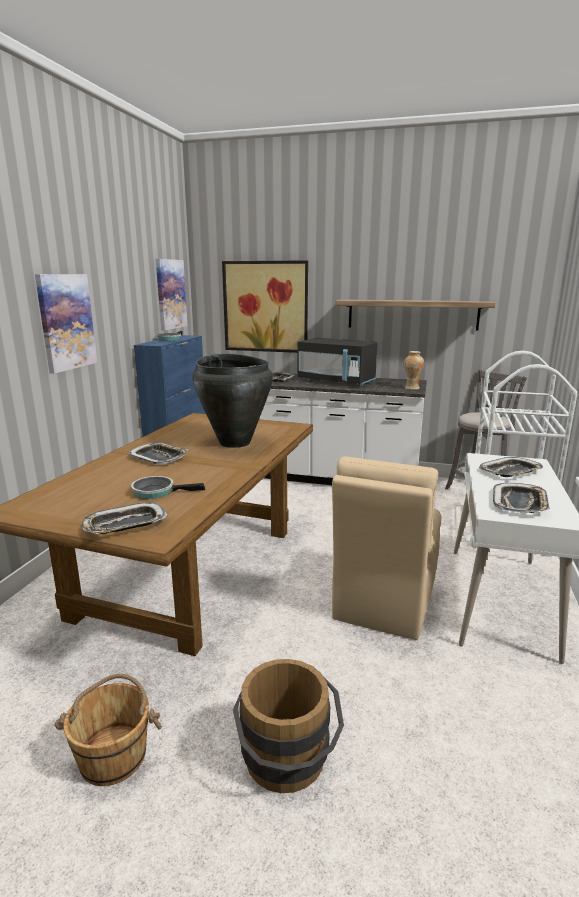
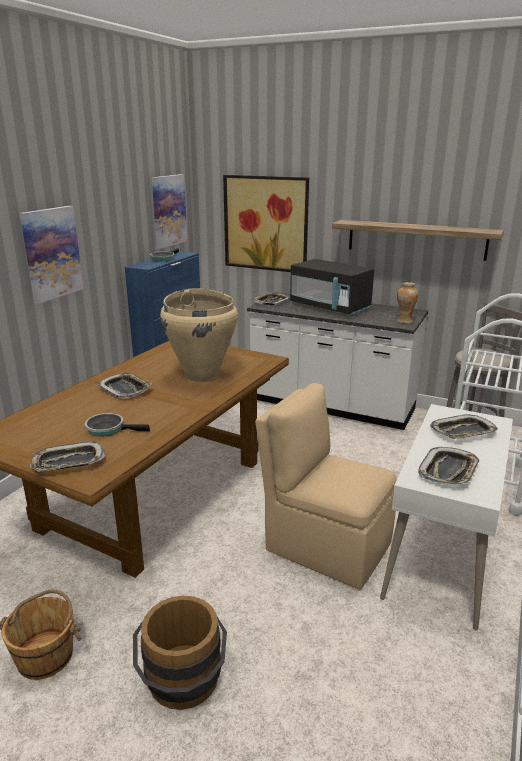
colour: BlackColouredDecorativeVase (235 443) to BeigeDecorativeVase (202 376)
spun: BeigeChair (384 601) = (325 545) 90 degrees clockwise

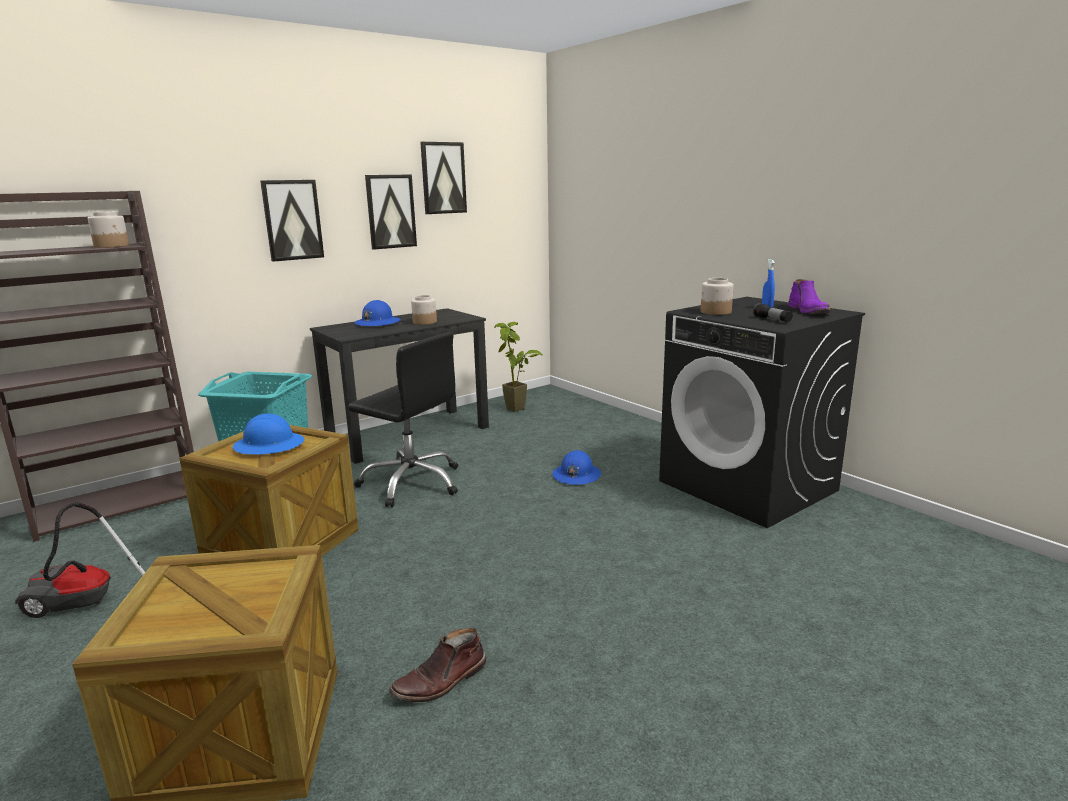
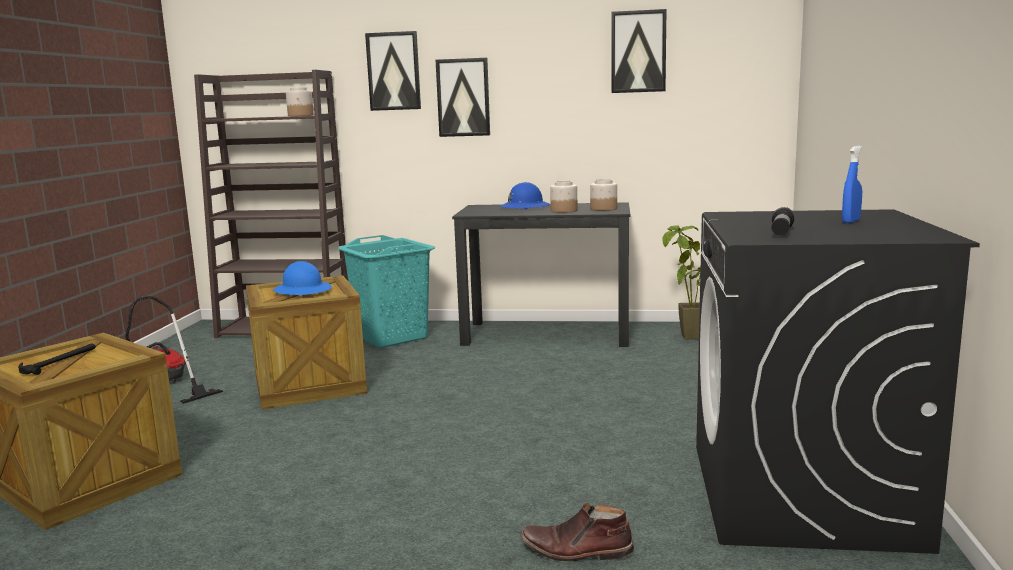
missing: PurplishTallBoot (809 311); BlackColouredDeskChair (412 483); BlueSafetyHelmet (576 475)
appeared: Hammer (59 361)
relocated: Picture (390 211) to (393 71); StorageJar (715 312) to (603 209); BrownColouredTallBoot (441 681) to (576 551)

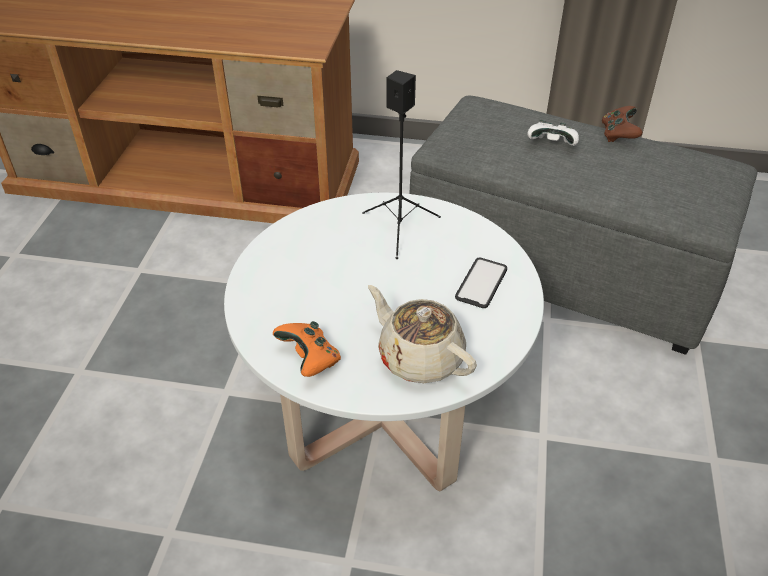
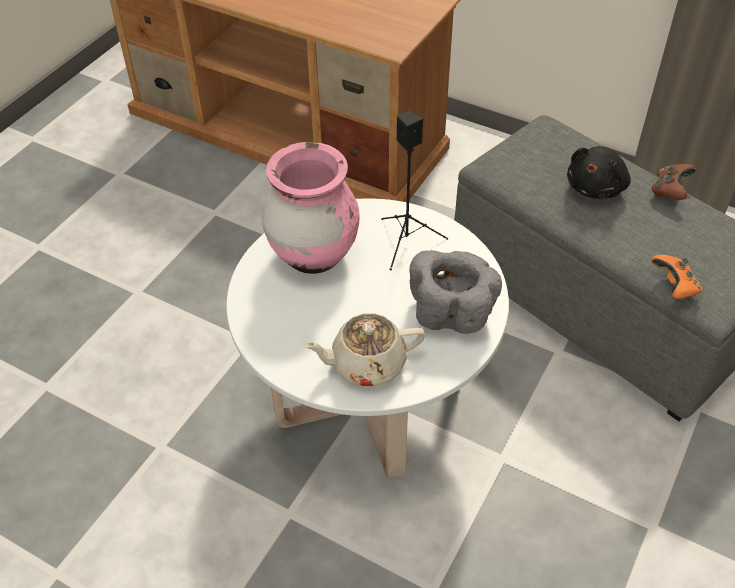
appeared: PinkishDecorativeVase (313 255)
relocated: OrangeyGamepad (310 360) to (674 286)
exchanged: WhitishGamepad (552 145) to BlackColouredCuddlyToy (596 187); Handset (481 283) to GrayBowl (452 311)
spun: BeigeTeapot (419 357) = (366 363) 75 degrees counterclockwise

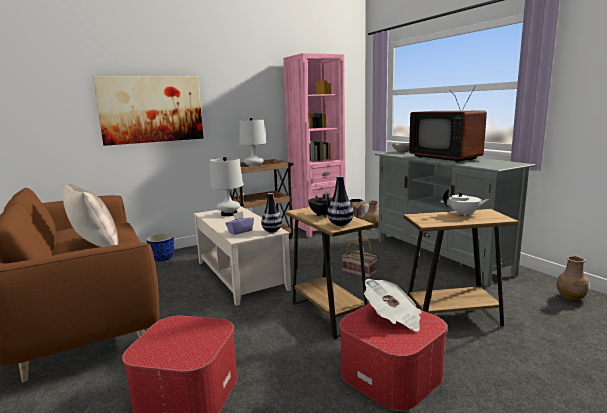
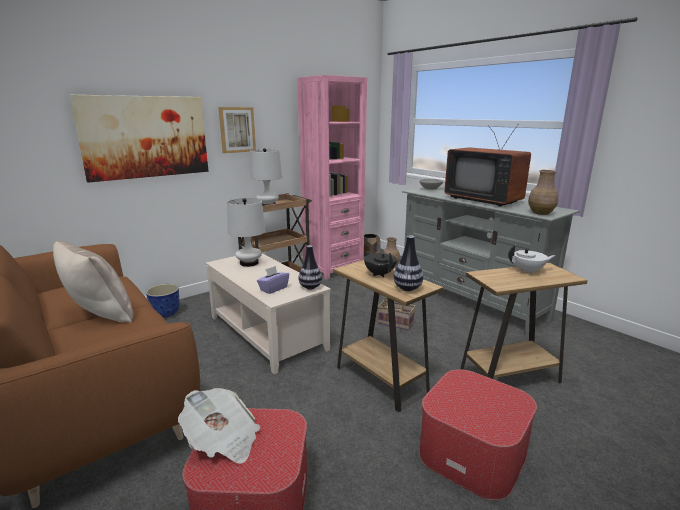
appeared: Picture (237 130)
relocated: BrownColouredDecorativeVase (571 298) to (541 213); DailyPaper (393 318) to (222 440)

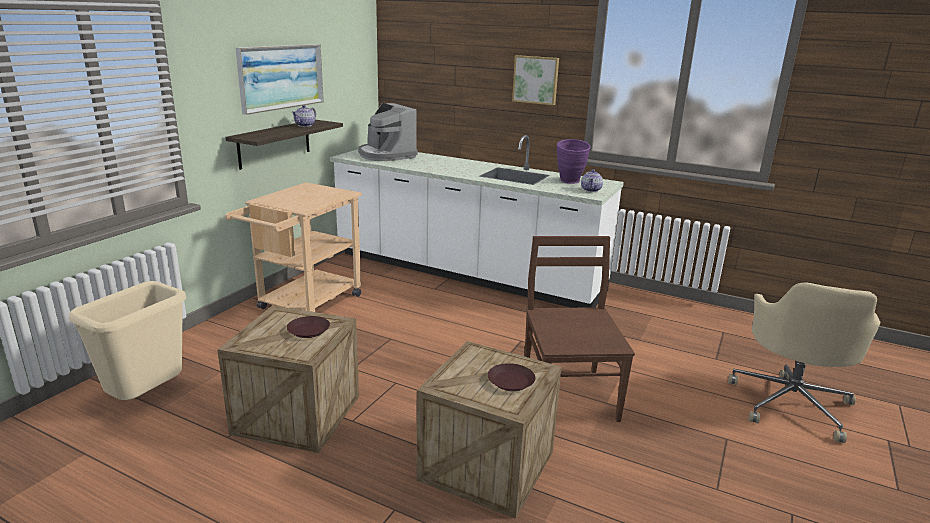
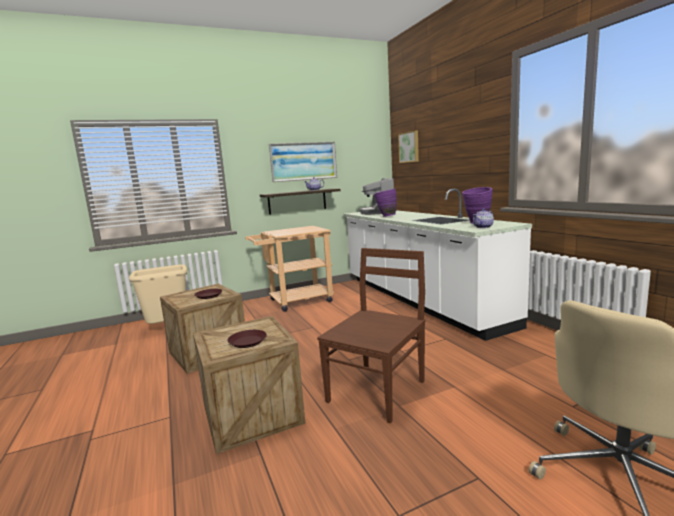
appeared: PurplishDecorativeVase (385 216)
relocated: Picture (536 80) to (409 147)

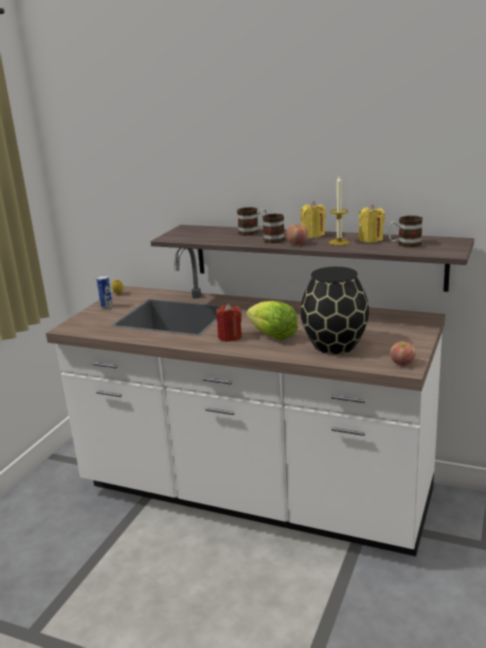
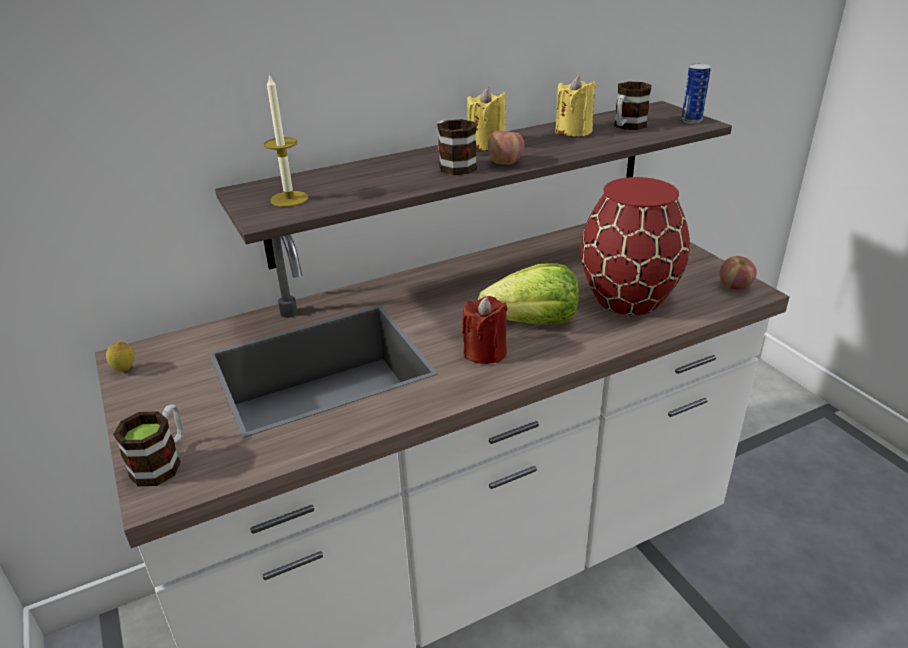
relocated: WaxLight (339 242) to (289 199); TeaMug (253 232) to (162 462); MetalCan (106 306) to (691 120)
colour: BlackColouredDecorativeVase (335 346) to RedColouredDecorativeVase (629 299)

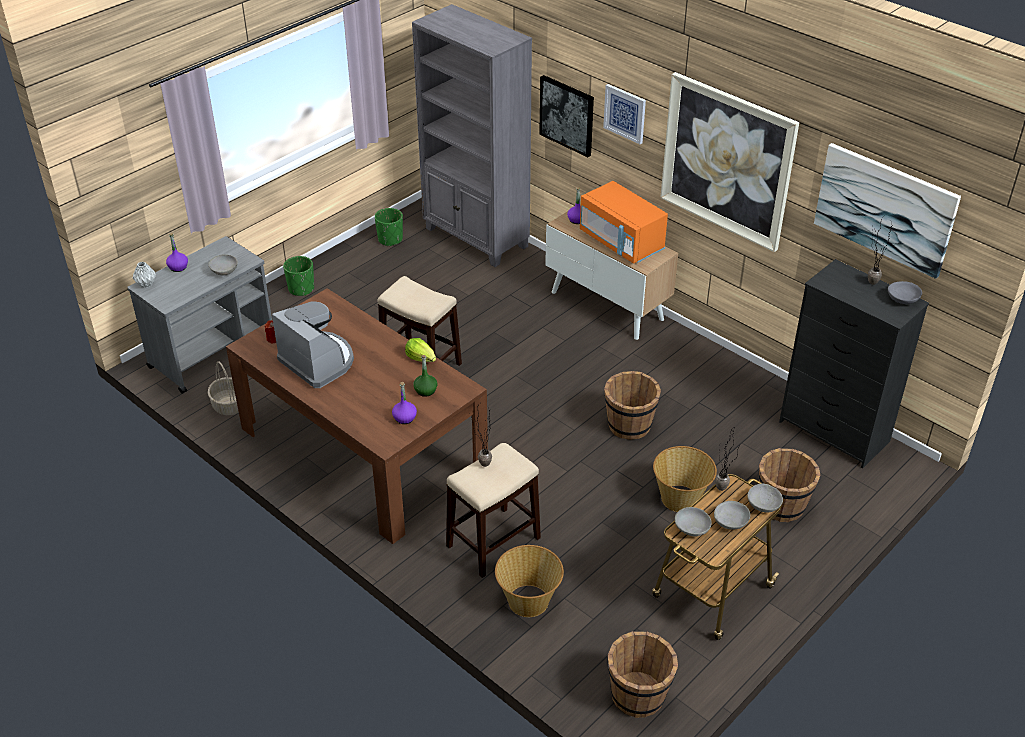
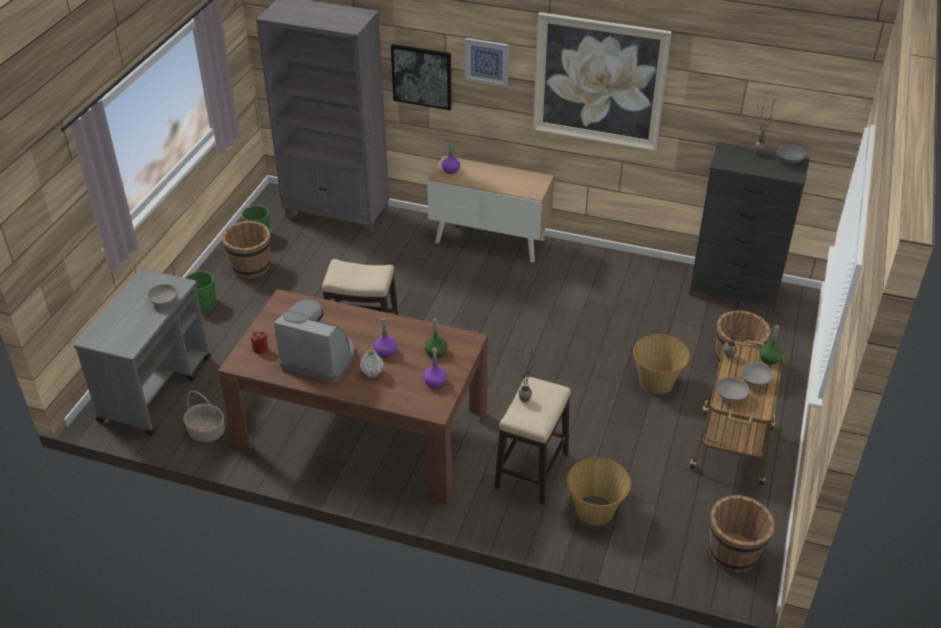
missing: Picture (885 209); OrangeyMicrowave (621 242); HeadOfLettuce (421 358)
relocated: PurplishBeverageBottle (178 267) to (385 352); GrayDecorativeVase (145 284) to (372 373); BrownColouredBucket (629 425) to (251 268)
exchanged: GrayBowl (763 505) to GreenBeverageBottle (769 359)

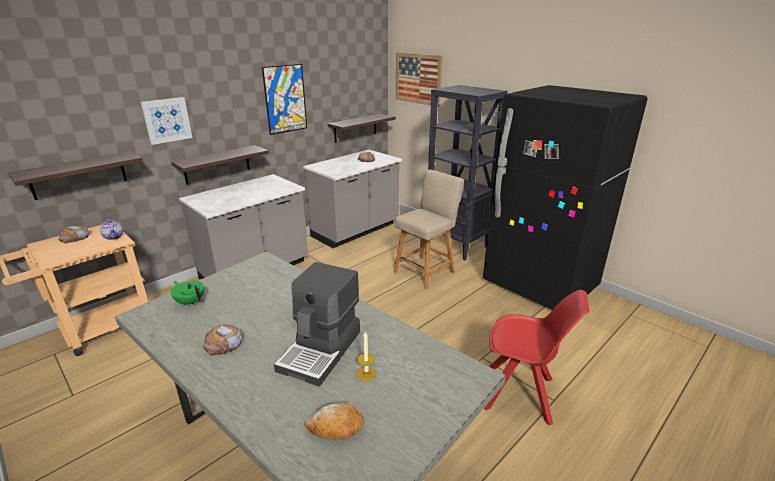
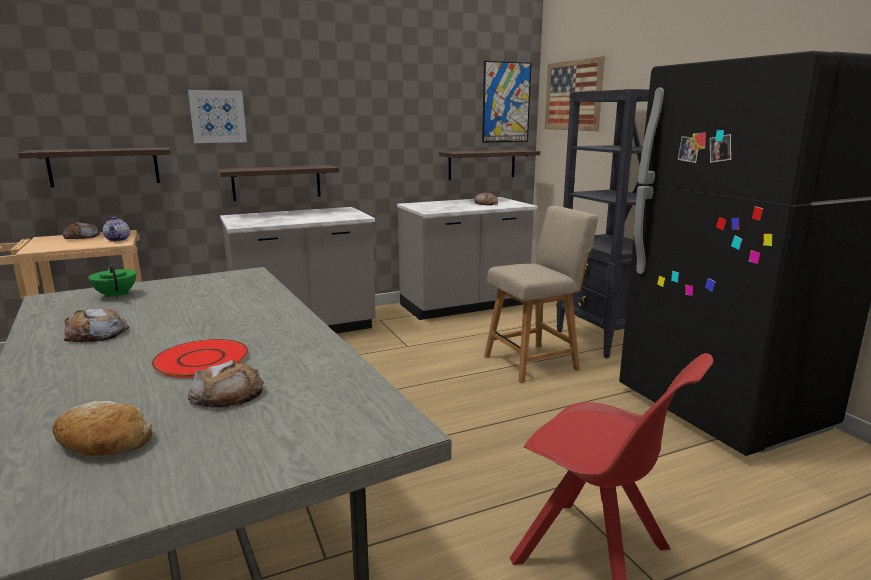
relocated: Picture (285 99) to (506 102)
exchanged: CoffeeBrewer (321 350) to RedColouredFlatDish (202 360); WaxLight (366 374) to Bread (227 394)

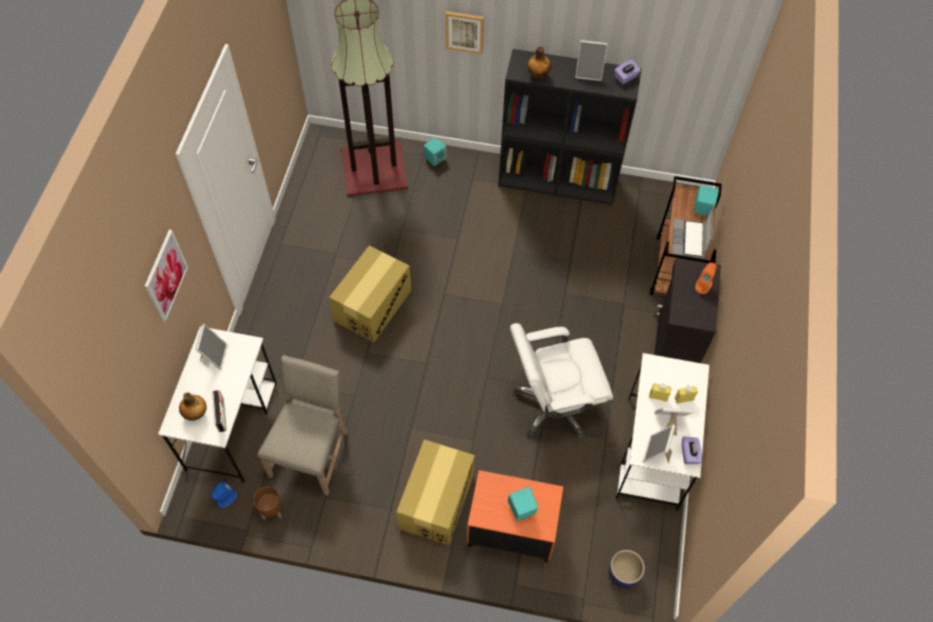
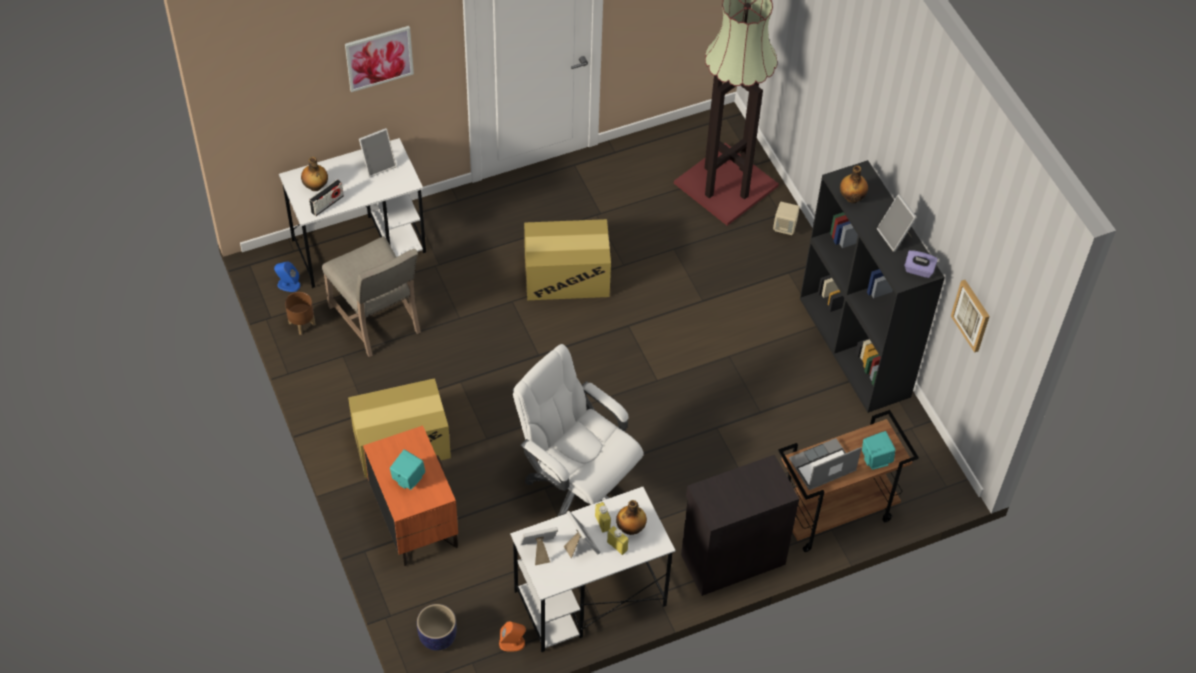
missing: PurplishTissueBox (689 454)
appeared: BeverageBottle (631 528)
relocated: Picture (464 31) to (971 315); OrangeySpeaker (703 284) to (512 643)
colour: TurquoiseColouredSpeaker (435 158) to BeigeSpeaker (785 227)
spun: BeigeChair (312 452) = (378 320) 75 degrees clockwise

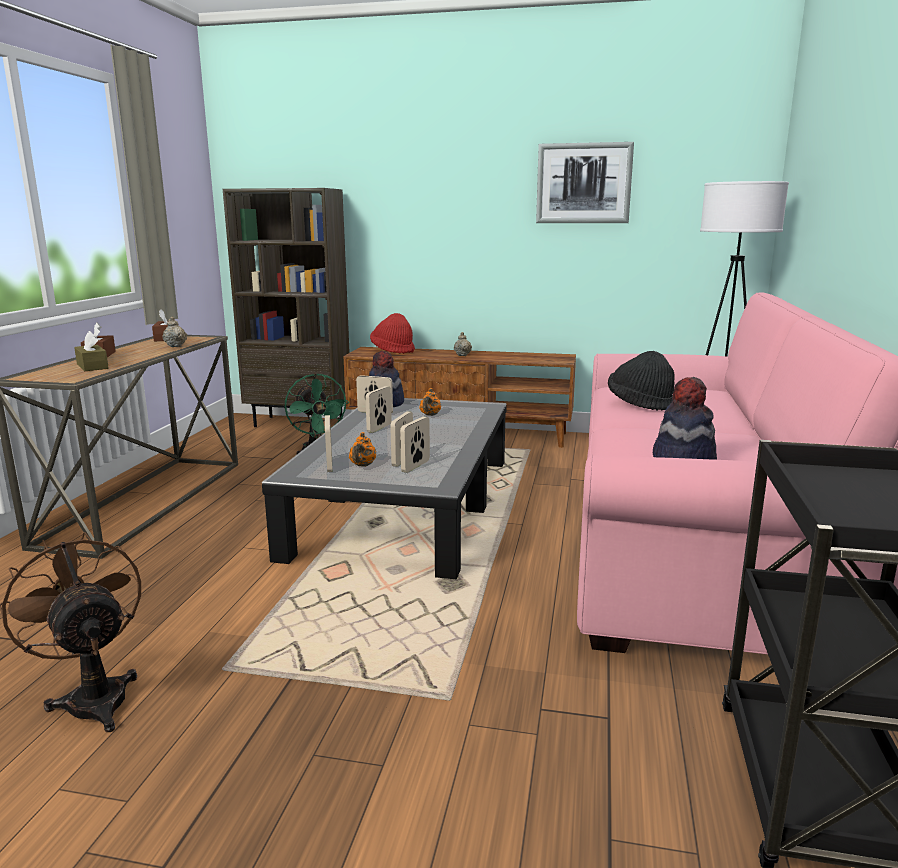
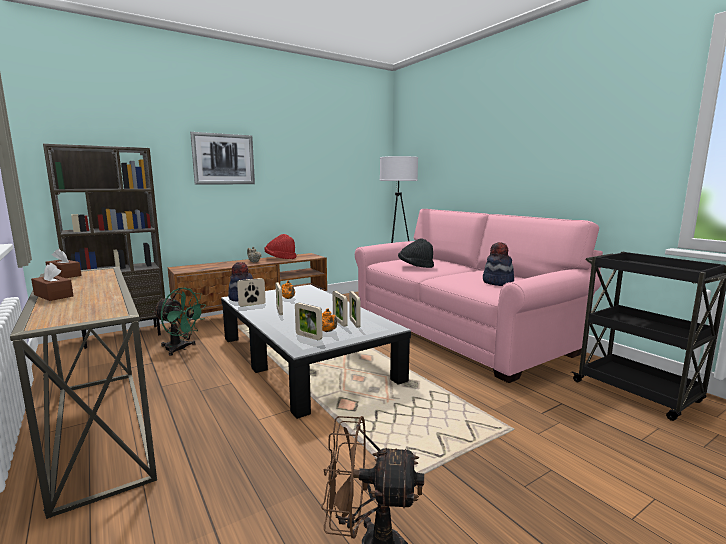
missing: BeigeTeapot (175 346); BrownColouredTissueBox (92 366)
relocated: Picture (583 183) to (223 159); RedColouredWearableHat (393 350) to (280 258)

